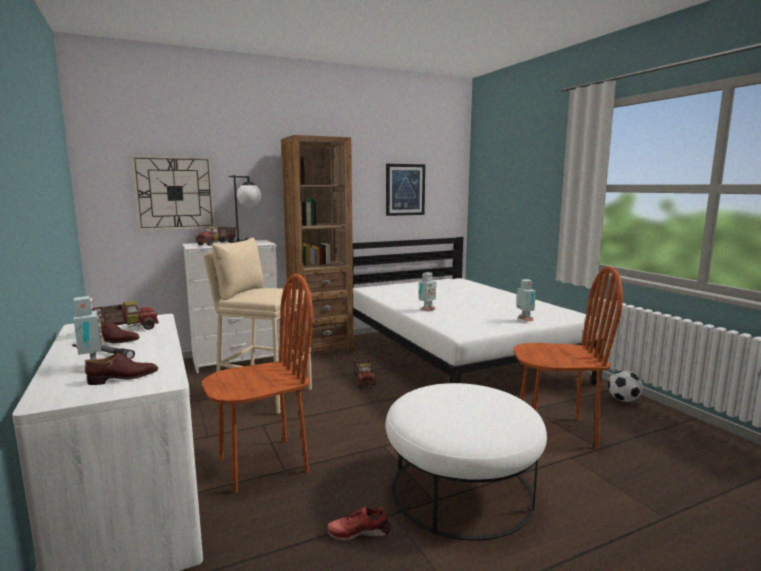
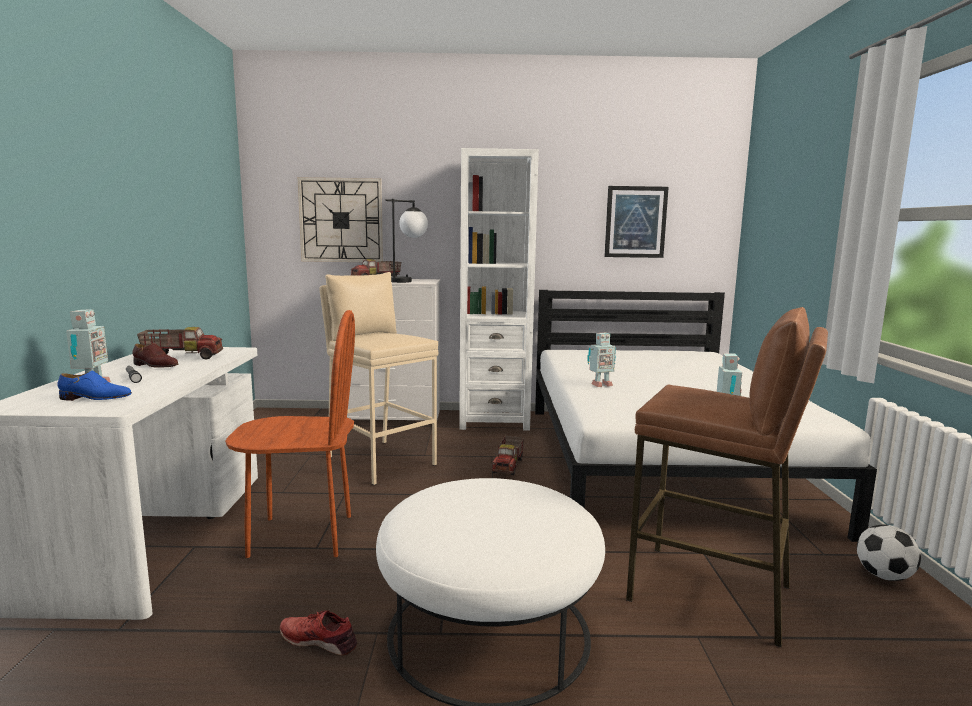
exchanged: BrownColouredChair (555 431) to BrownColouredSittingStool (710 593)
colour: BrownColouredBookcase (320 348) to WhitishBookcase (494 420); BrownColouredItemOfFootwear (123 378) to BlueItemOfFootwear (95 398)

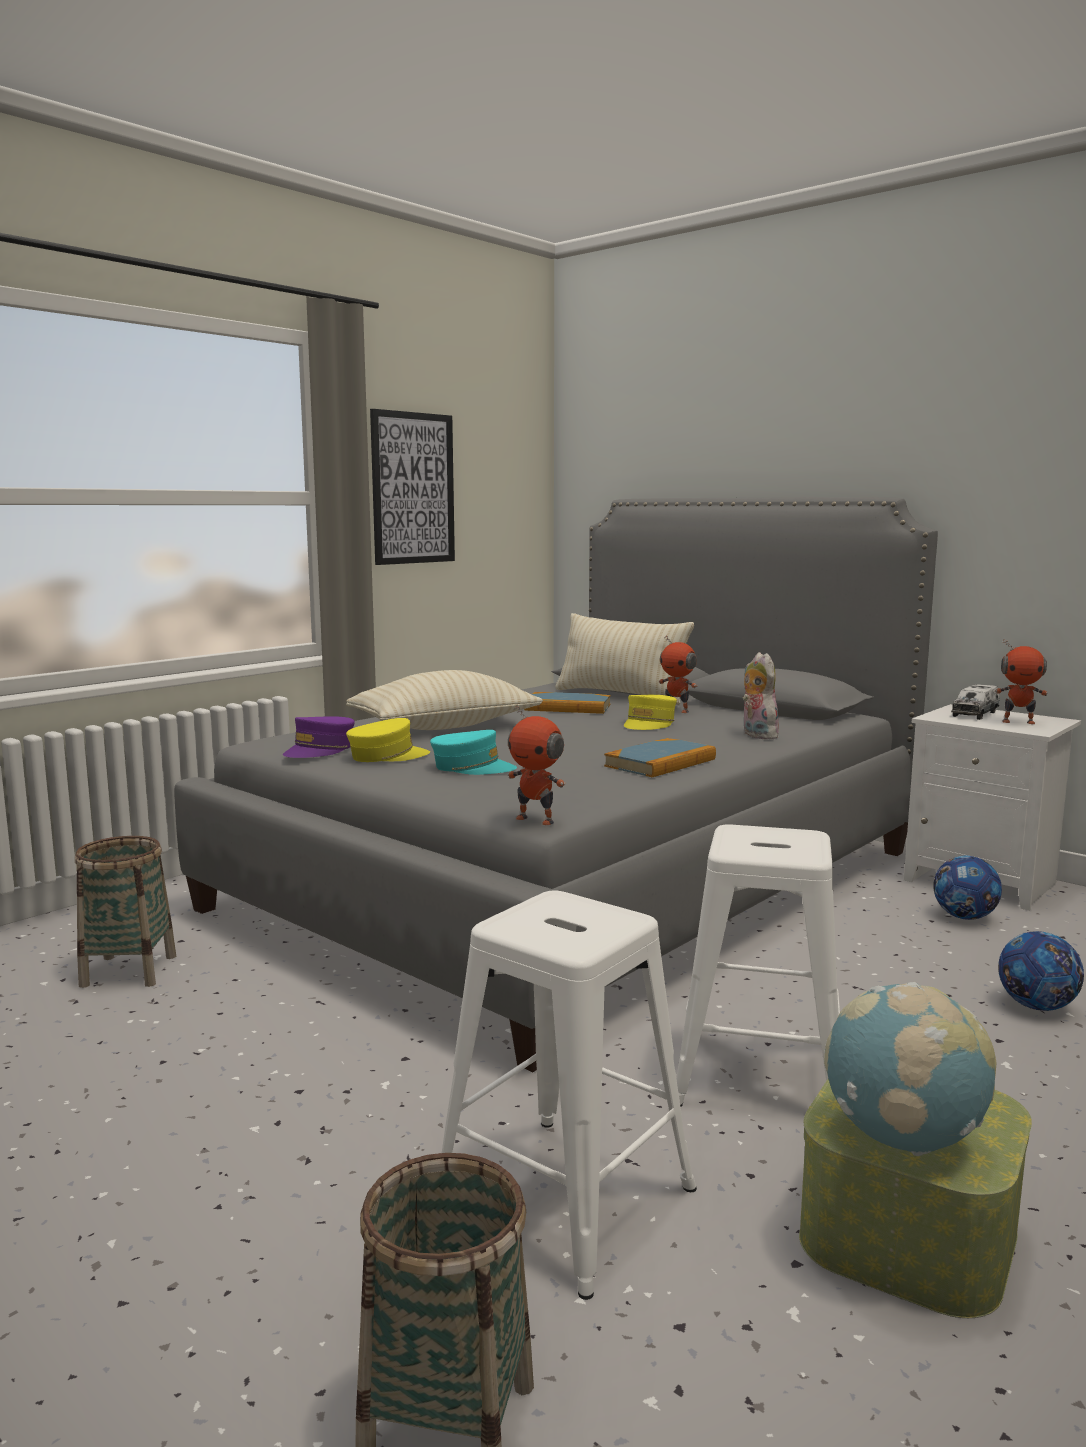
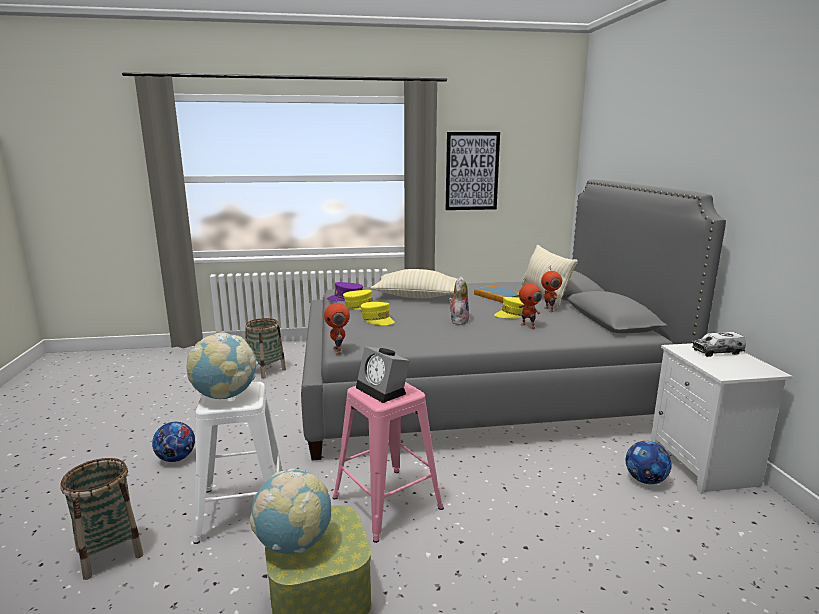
missing: Book (660 763)
appeared: Globe (225 396); BedsideClock (383 390)
relocated: ModelRobot (1018 722) to (528 326); CuddlyToy (756 735) to (458 321); BallForFootball (1036 1006) to (176 458)
colour: TurquoiseColouredPeakedCap (472 768) to YellowPeakedCap (377 319); WhitishSittingStool (762 1072) to PinkishSittingStool (388 502)

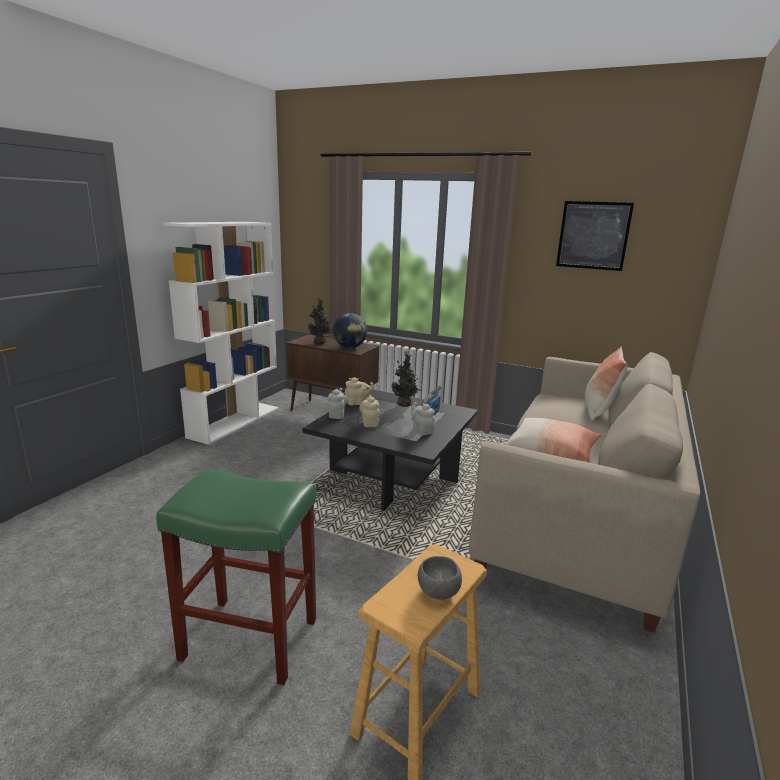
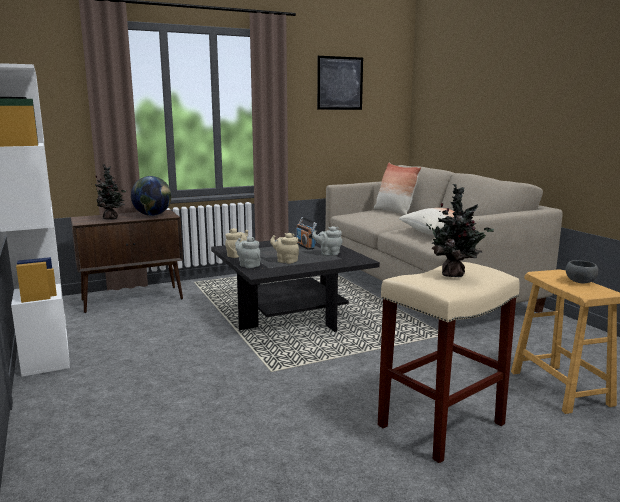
relocated: PottedPlant (405 405) to (454 275)
colour: GreenSittingStool (248 639) to BeigeSittingStool (441 426)

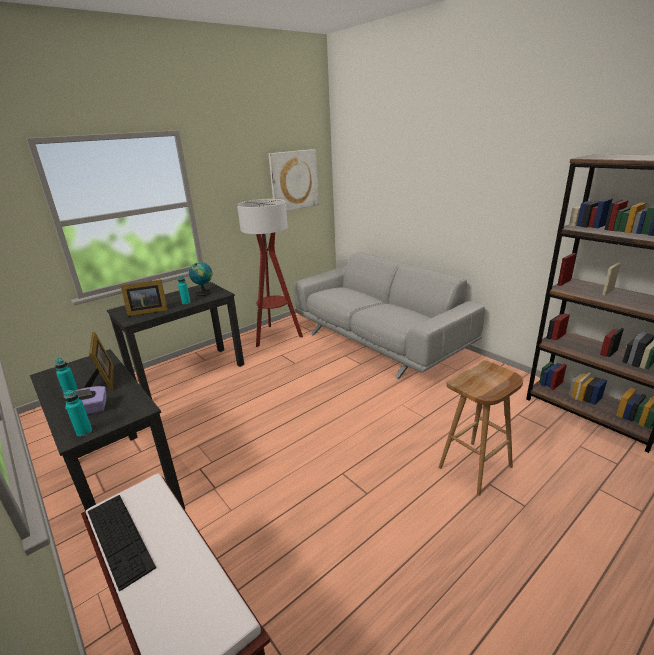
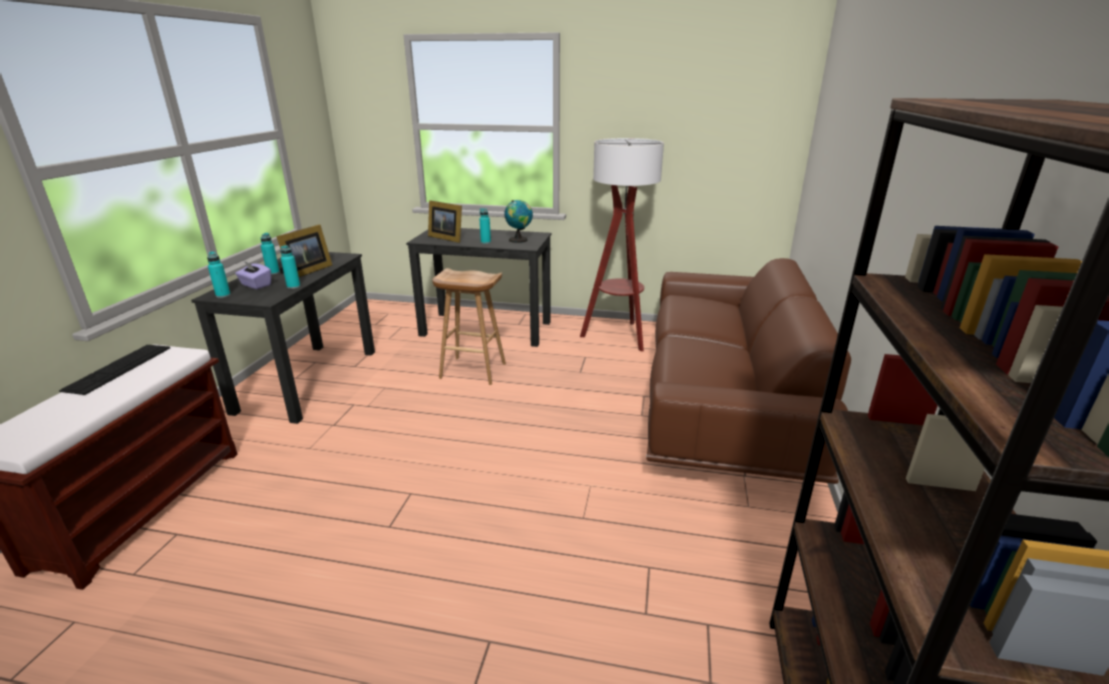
missing: Picture (294 180)
appeared: TurquoiseColouredBeverageBottle (293 286)
relocated: BrownColouredSittingStool (475 468) to (472 371)
colour: GraySofa (380 340) to BrownColouredSofa (722 406)

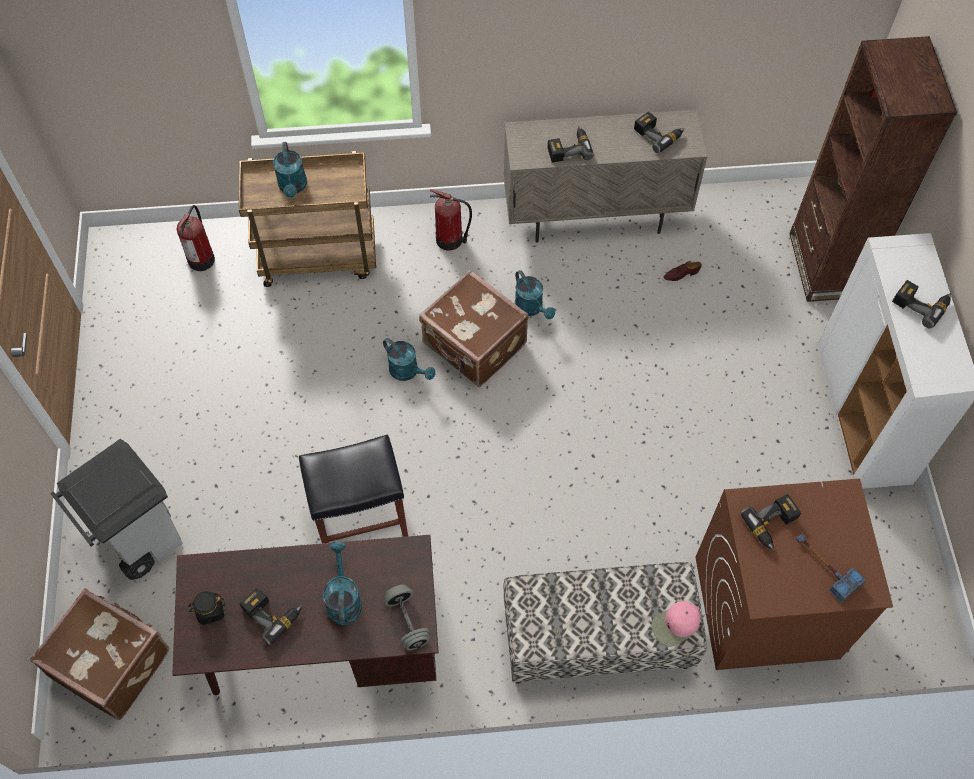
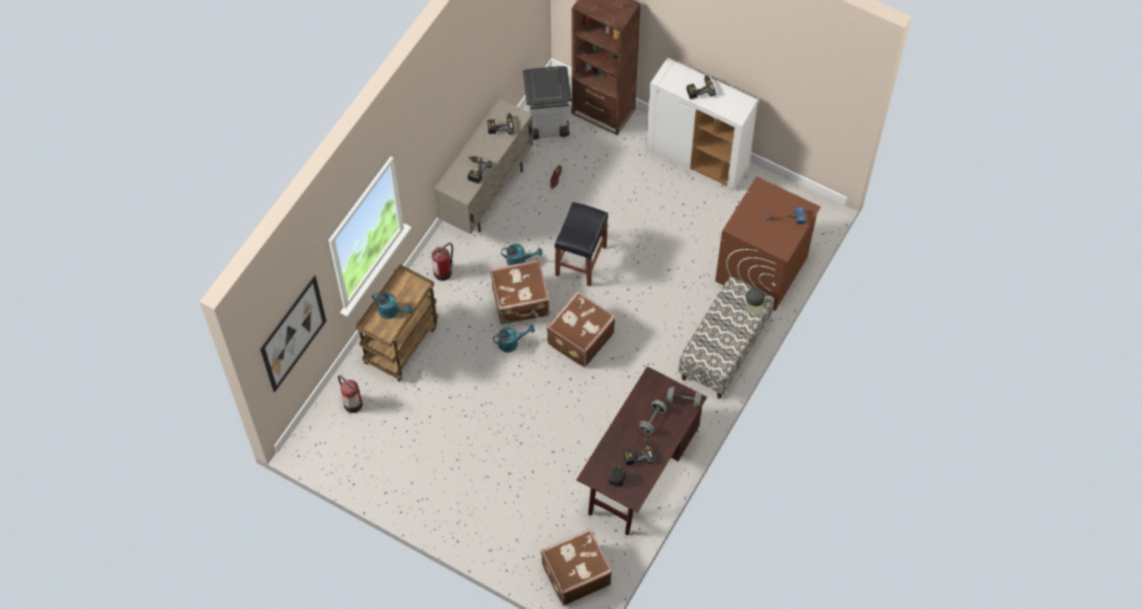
missing: Drill (773 525)
appeared: Picture (293 334); BrownColouredSuitcase (579 338)
relocated: BlackColouredSittingStool (362 518) to (581 260); GrayWasteBin (139 539) to (547 126)
exchanged: TurquoiseColouredWateringPot (343 599) to GrayDumbbell (652 420)
colour: PinkishPeakedCap (675 625) to BlackColouredPeakedCap (755 302)

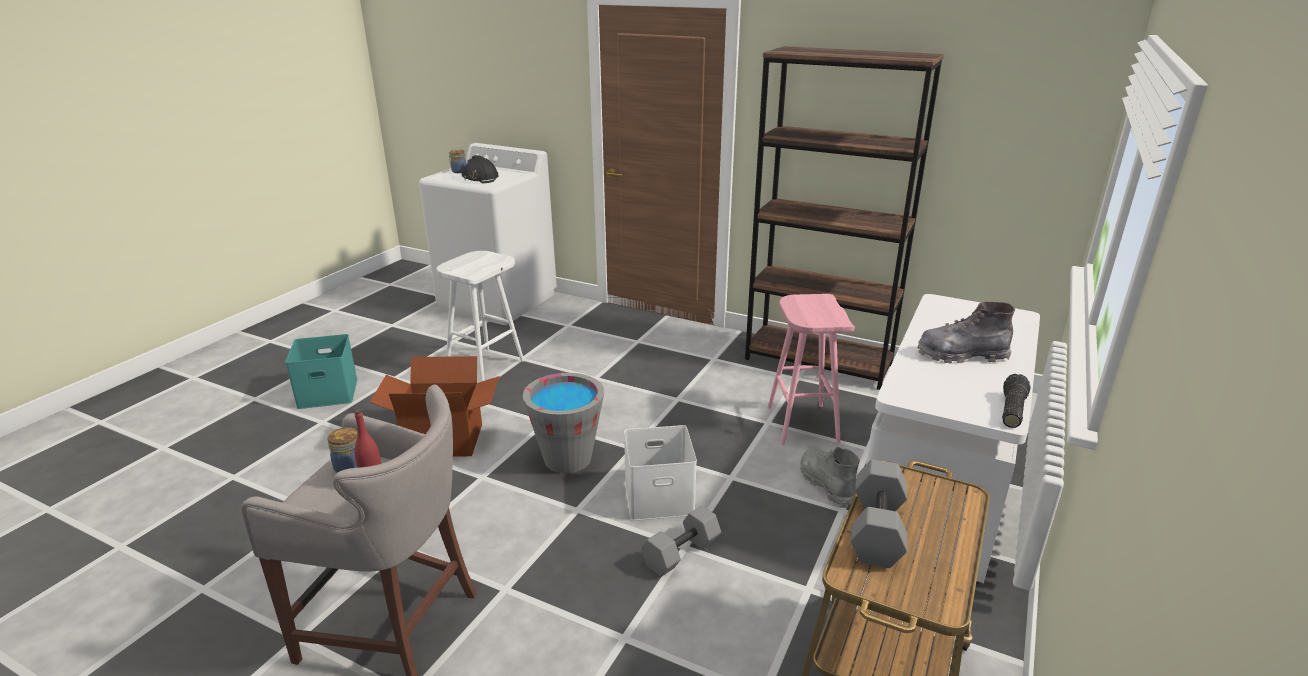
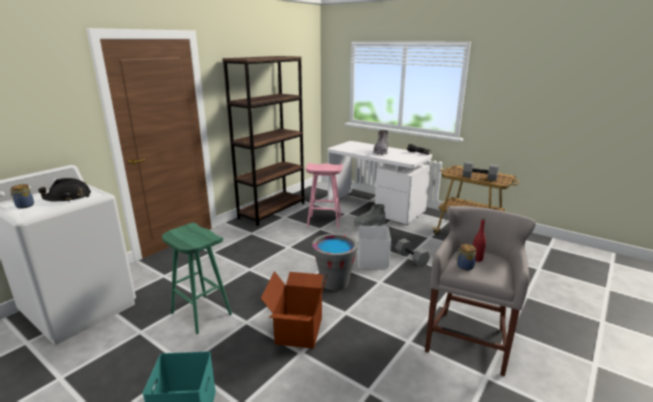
colour: WhitishSittingStool (485 366) to GreenSittingStool (200 313)

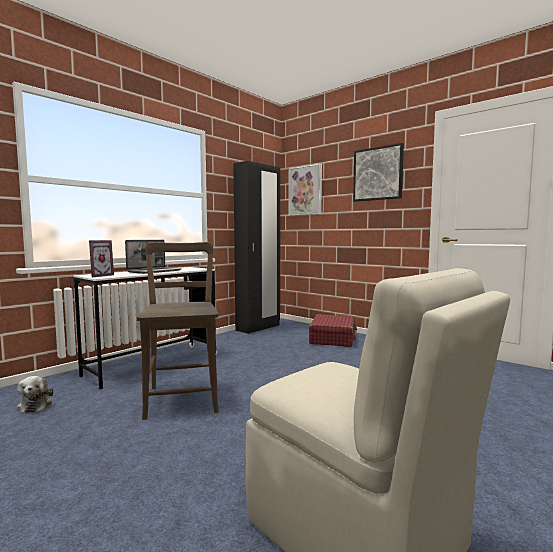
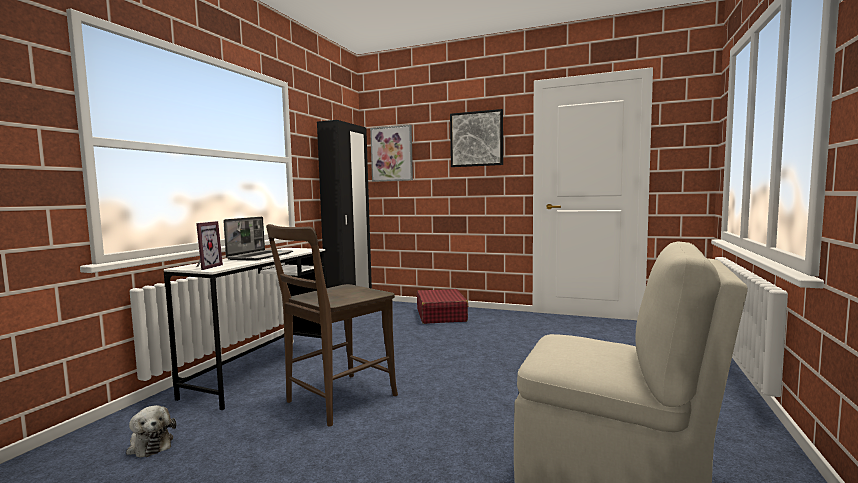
spun: BrownColouredChair (182 397) = (336 400) 105 degrees counterclockwise

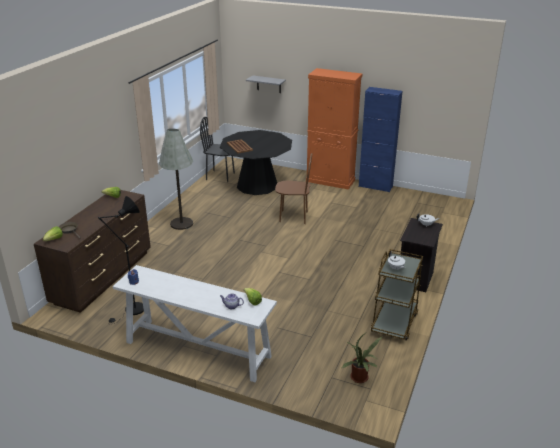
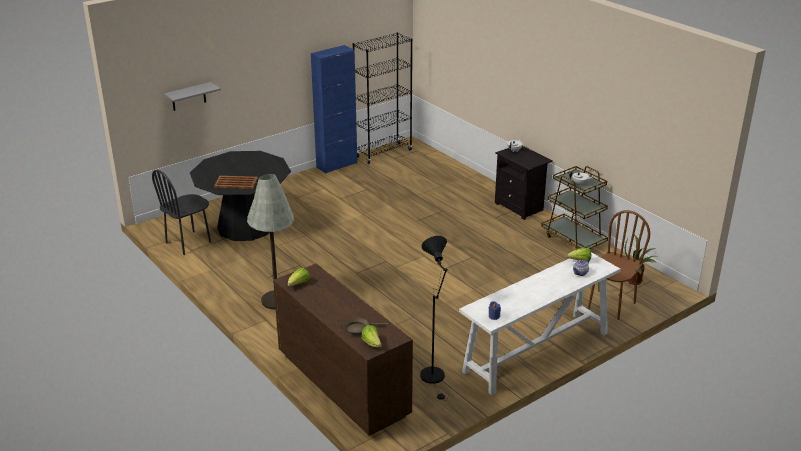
missing: OrangeyStorageCabinet (330 181)
appeared: BlackColouredBookcase (383 153)
relocated: BrownColouredChair (293 217) to (611 305)

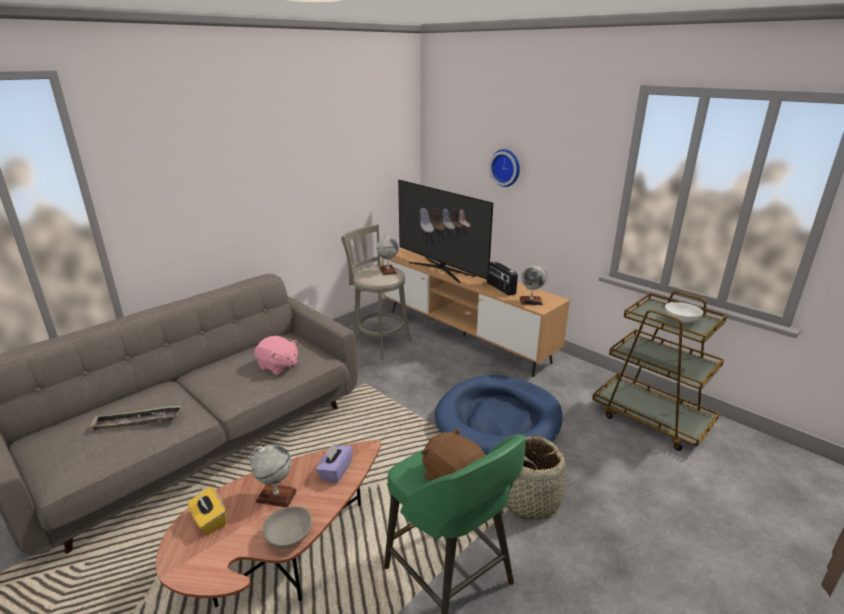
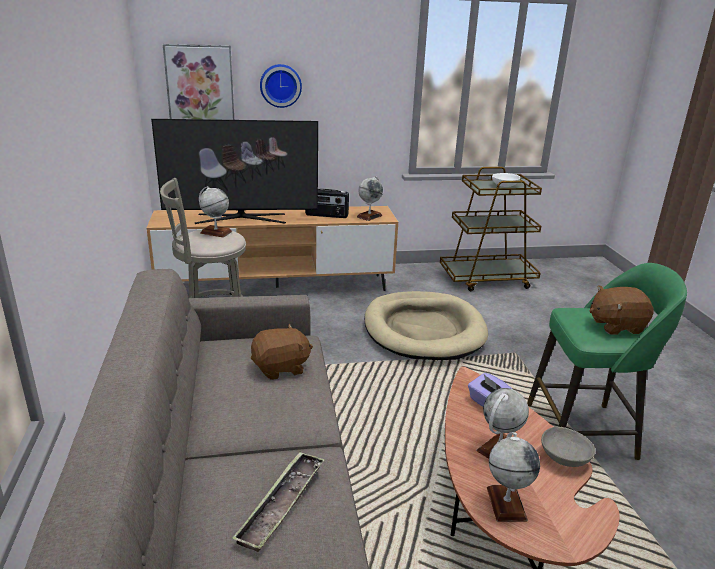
missing: HouseholdBasket (532 500)
appeared: Picture (200 86)
exchanged: YellowTissueBox (209 520) to Globe (506 503)
colour: PinkishCuddlyToy (278 366) to BrownColouredCuddlyToy (281 368); BluePetBed (498 420) to BeigePetBed (423 330)

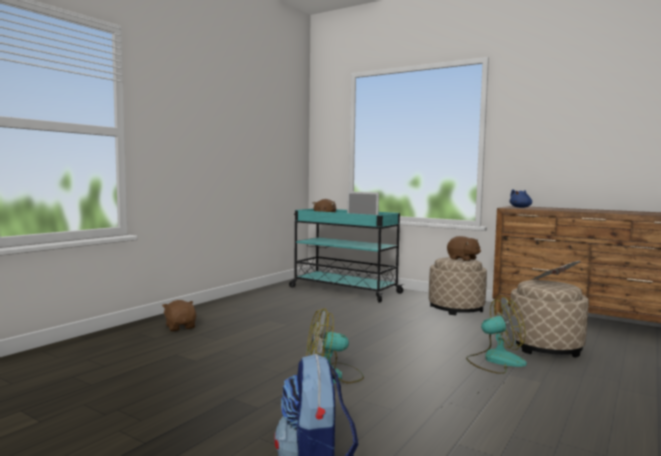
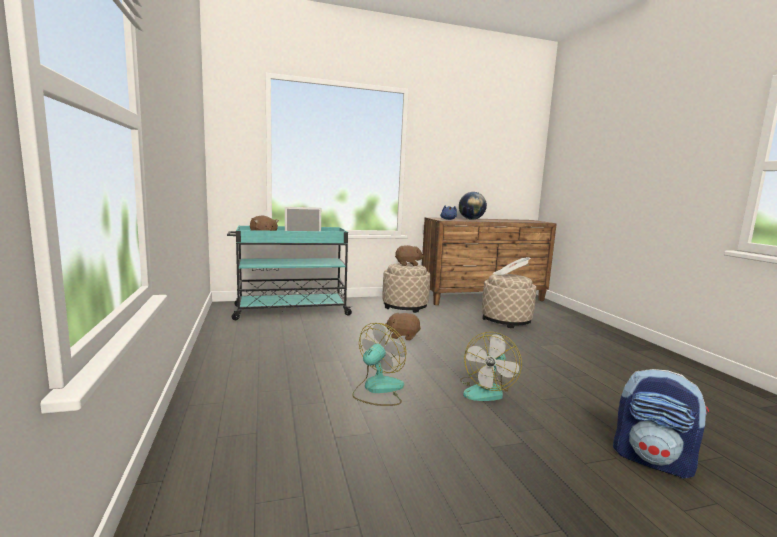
appeared: Globe (471 219)
relocated: ElectricFan (495 361) to (377 390); BrownColouredCuddlyToy (180 327) to (403 336)

